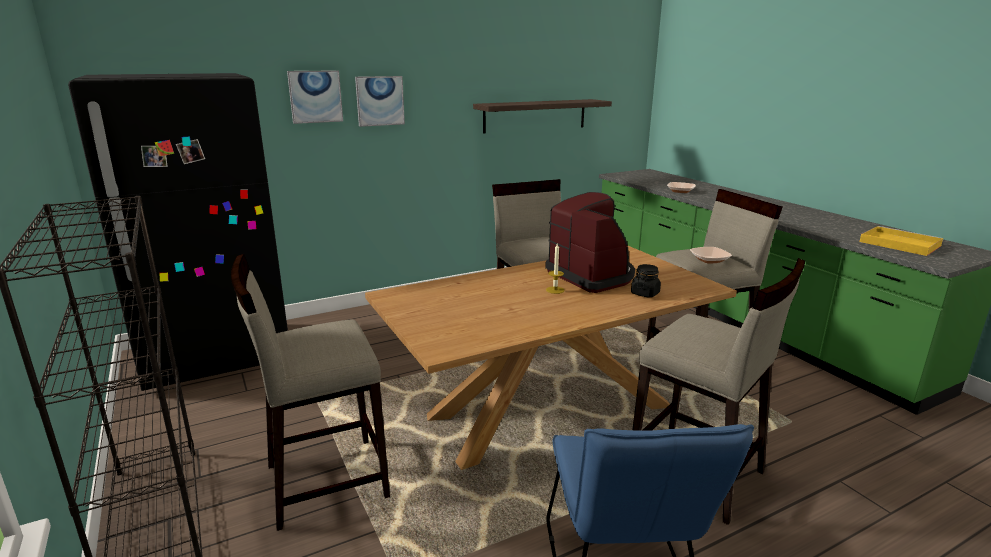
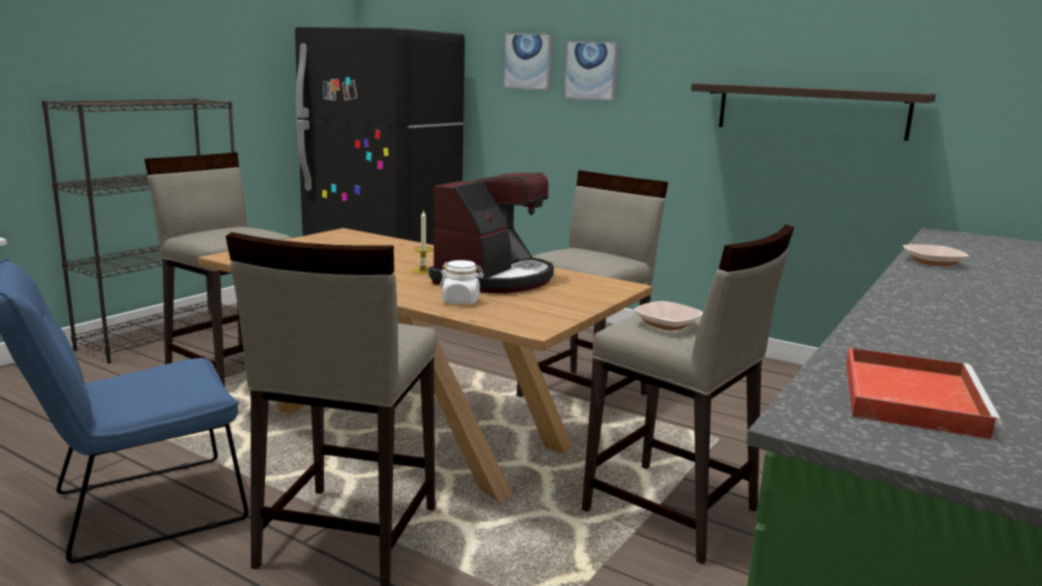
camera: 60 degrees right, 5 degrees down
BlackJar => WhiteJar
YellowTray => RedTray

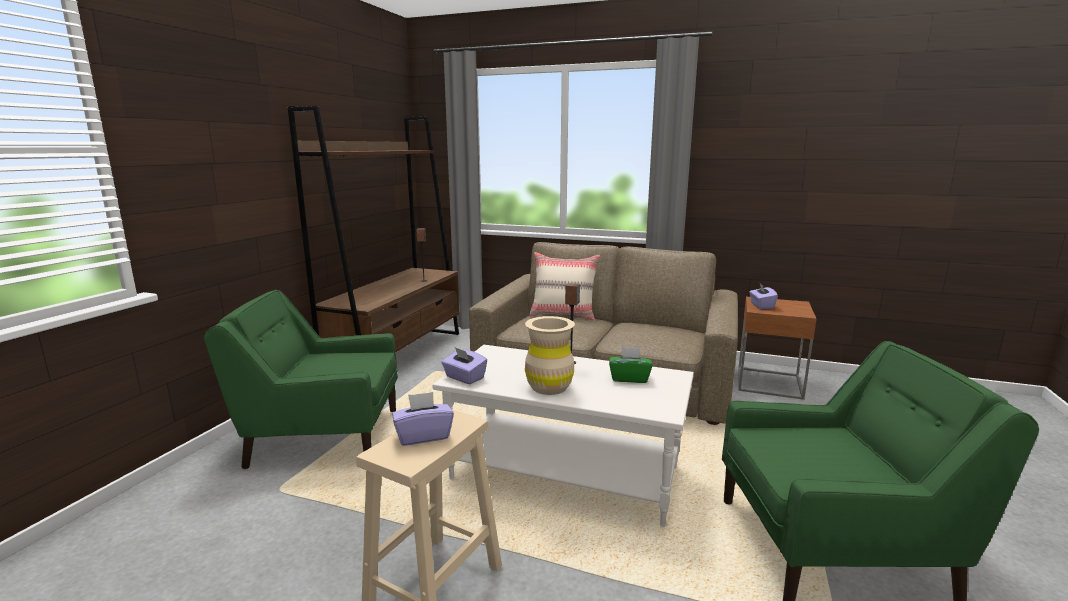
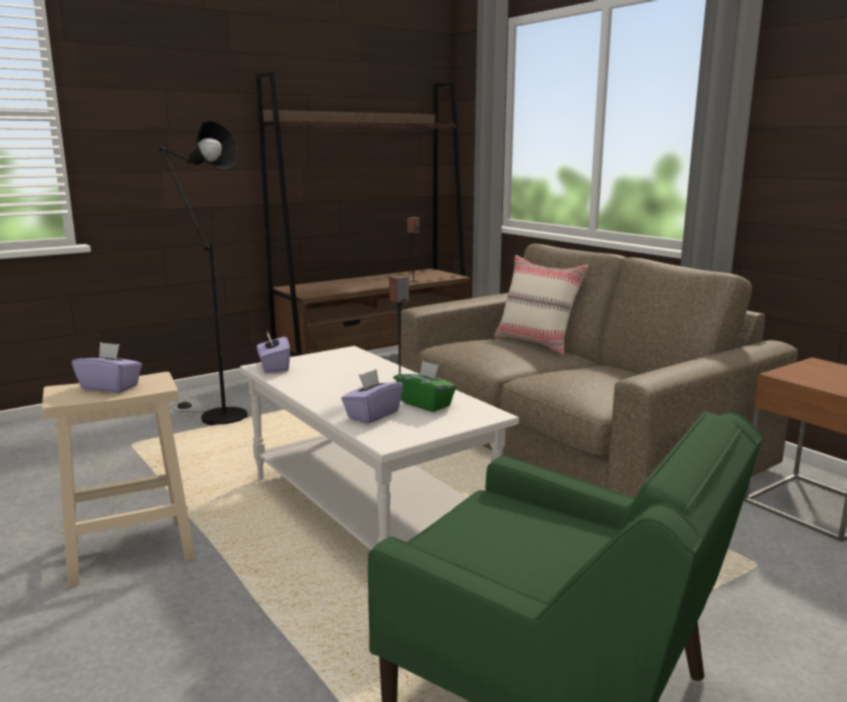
camera: 35 degrees right, 0 degrees up
GreenArmchair (no. 1 from left) => BlackFloorLamp
BeigeVase => nothing
PurpleTissueBox (no. 3 from left), relocated

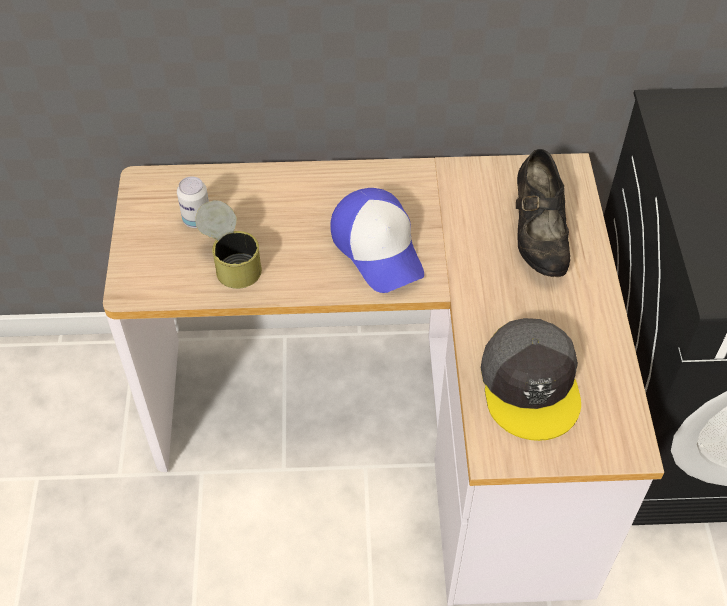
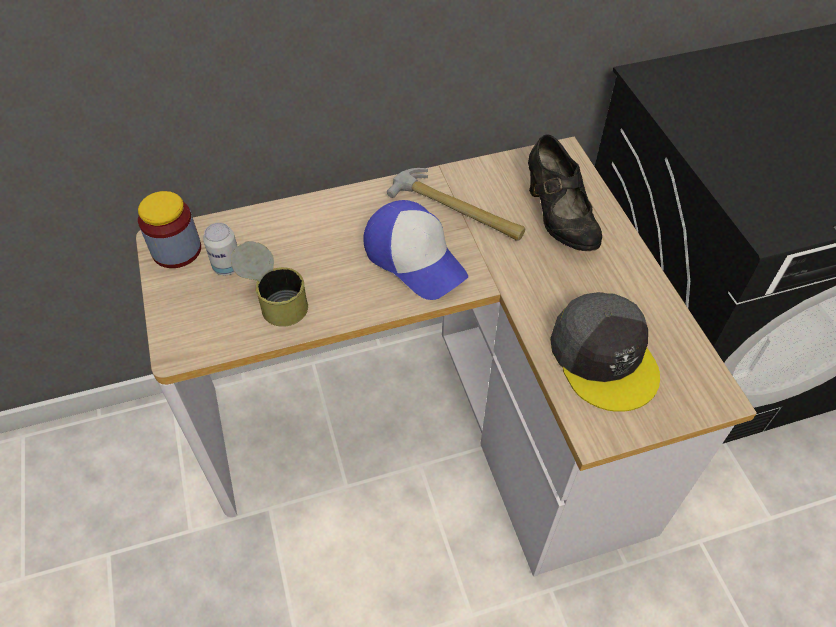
camera: 15 degrees left, 0 degrees up
nothing => Jar
nothing => Hammer

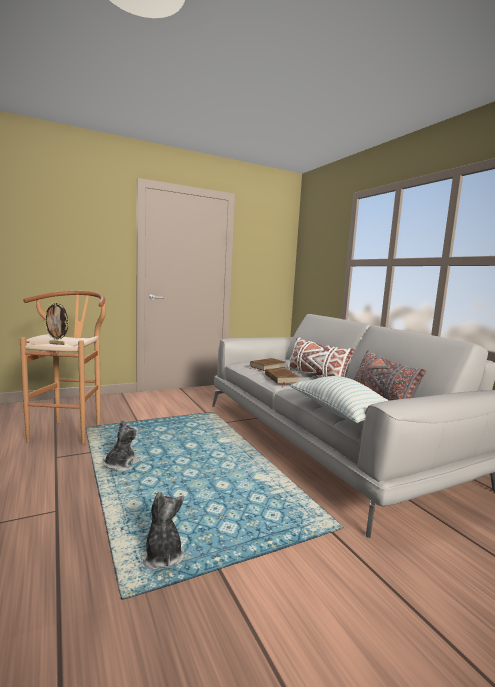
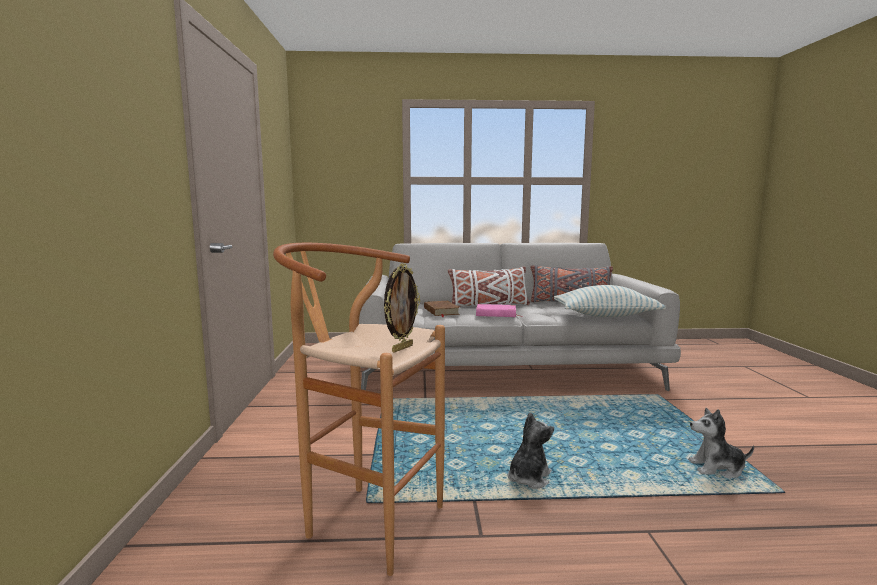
camera: 65 degrees left, 0 degrees up
PlushToy (no. 1 from left), 75 degrees clockwise
BrownBook (no. 2 from left) => PinkBook

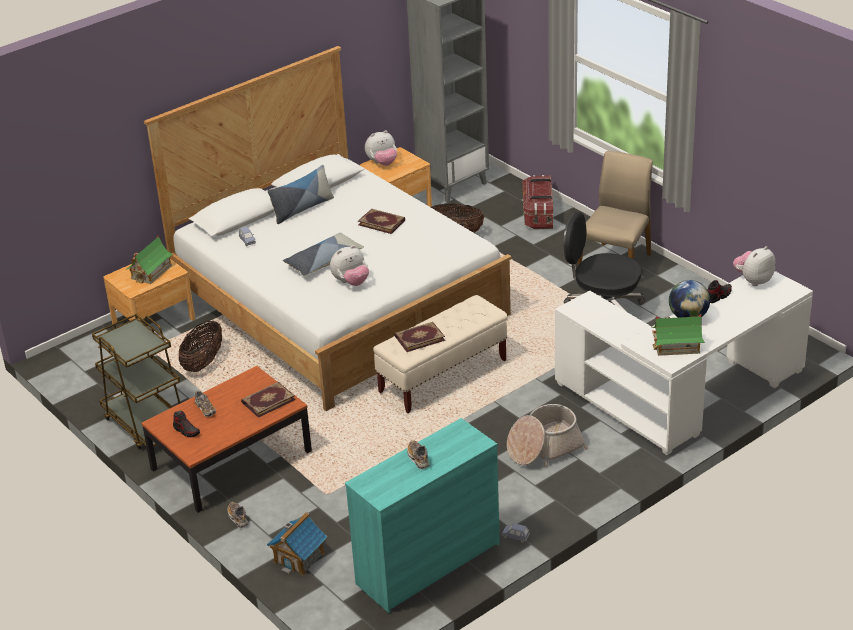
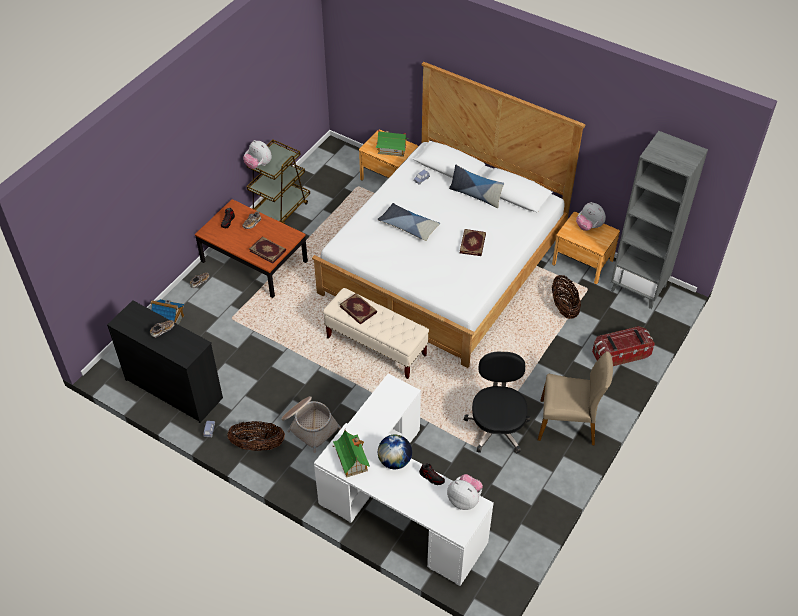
camera: 70 degrees right, 15 degrees up
Basket (no. 1 from left), relocated
PlushToy (no. 1 from left), relocated
TurquoiseDresser => BlackDresser

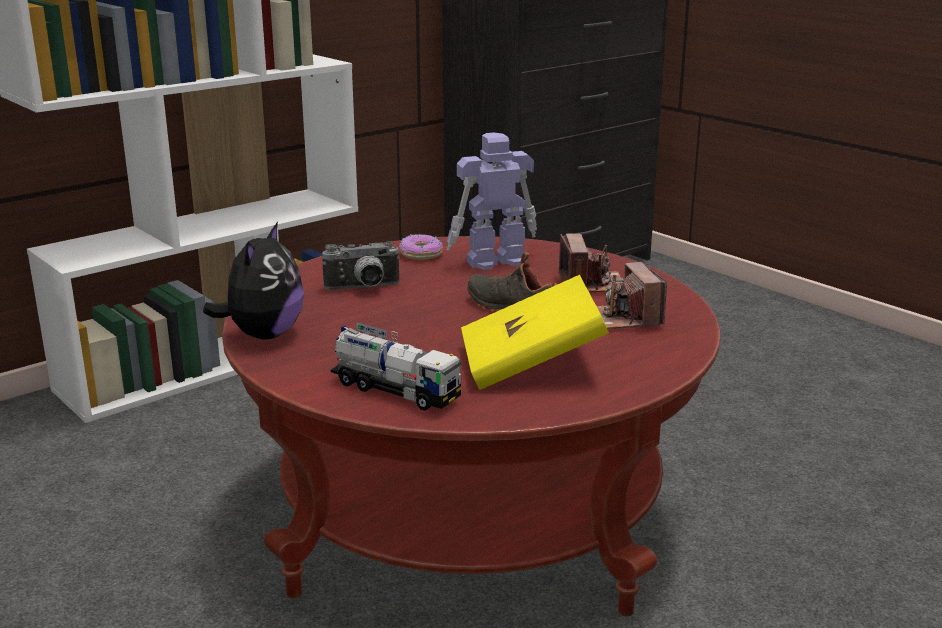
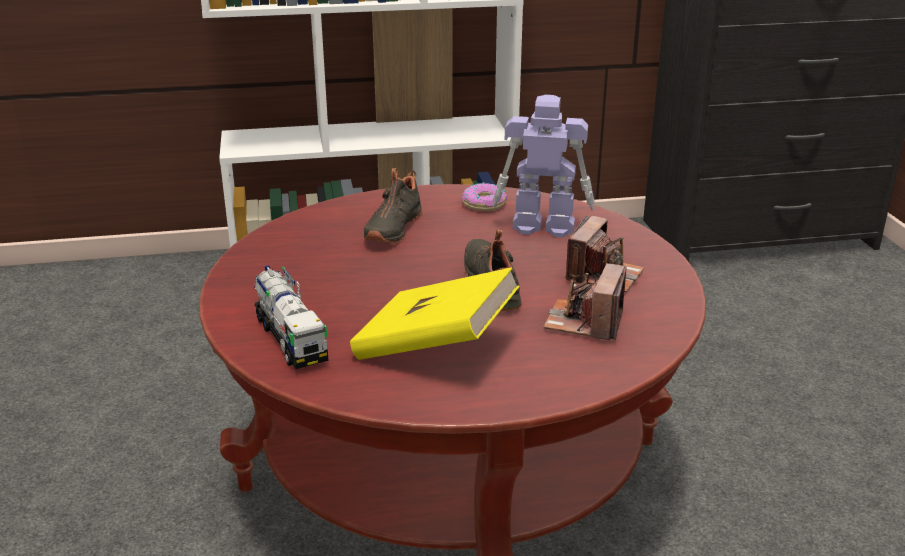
camera: 30 degrees right, 5 degrees up
PlushToy => nothing
PhotoCamera (no. 1 from left) => BlackShoe (no. 1 from left)

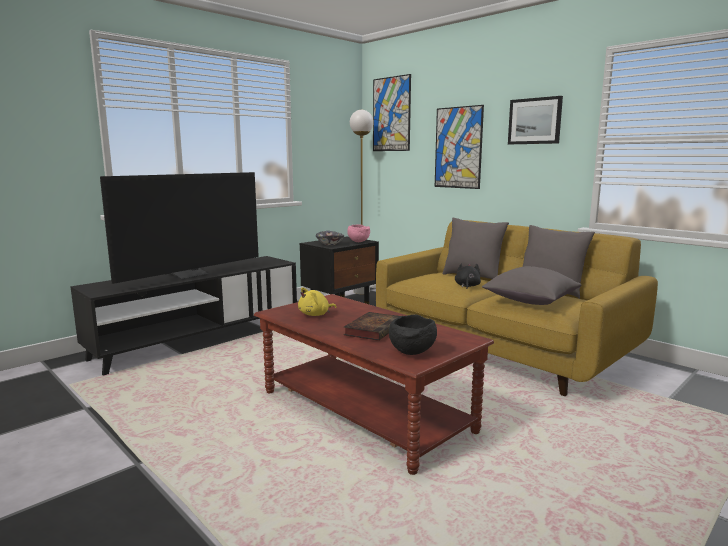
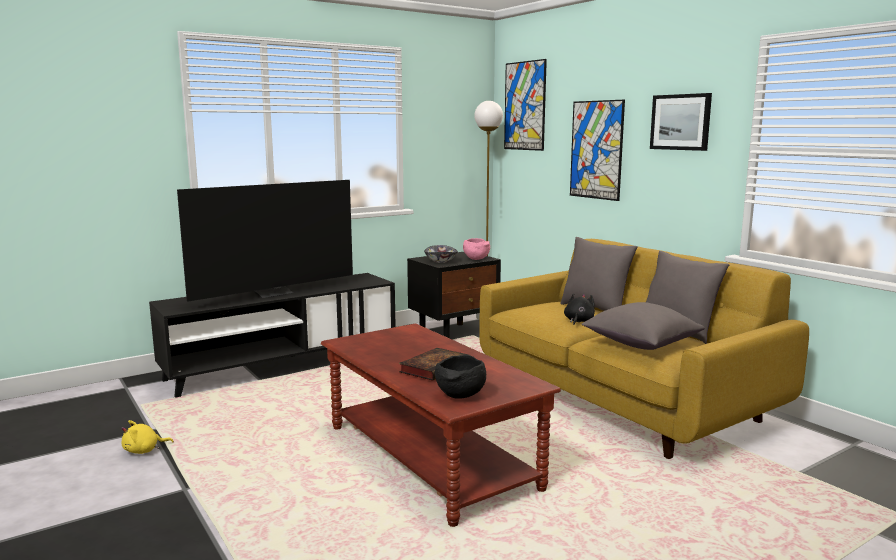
camera: 10 degrees right, 0 degrees up
YellowPlushToy, relocated

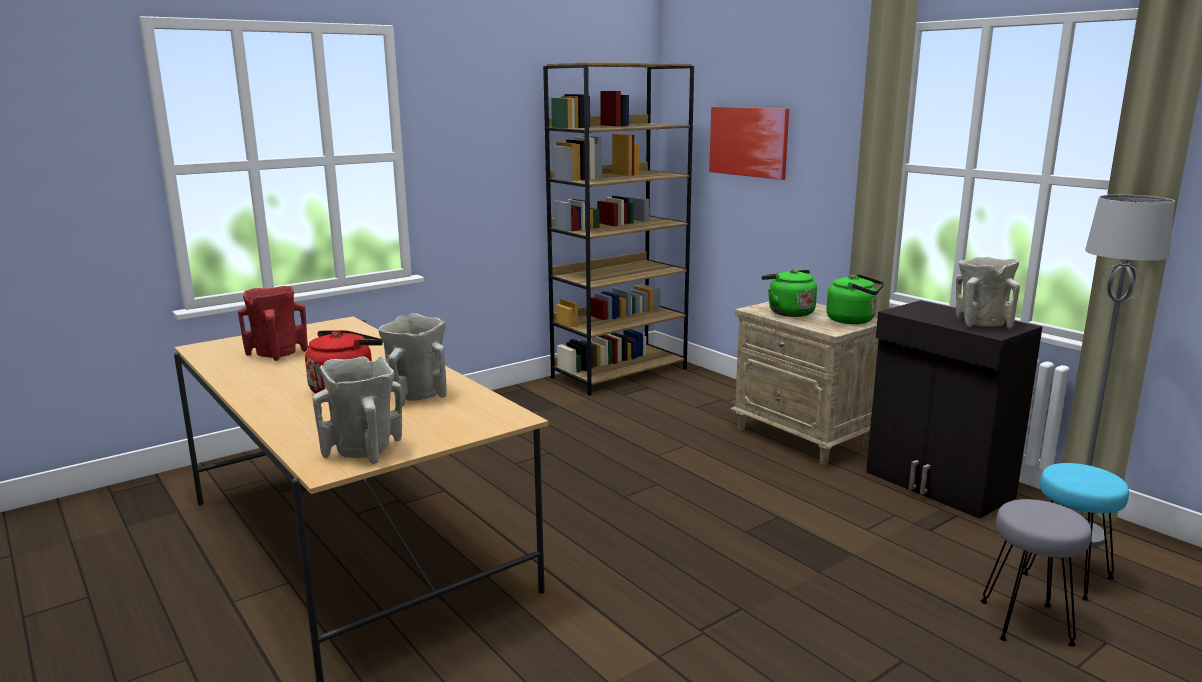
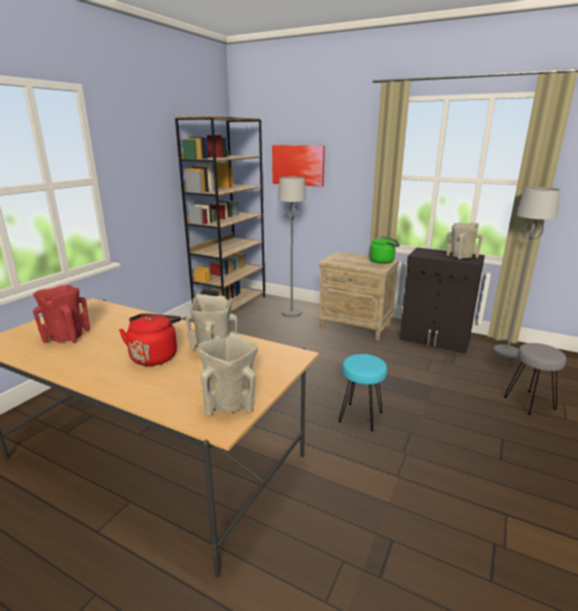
camera: 25 degrees left, 5 degrees up
GreenKettle (no. 1 from left) => nothing
TurquoiseStool, relocated
nothing => GreyFloorLamp (no. 1 from left)

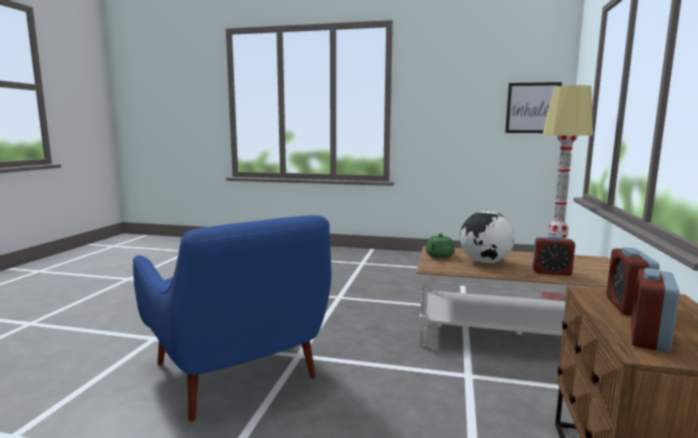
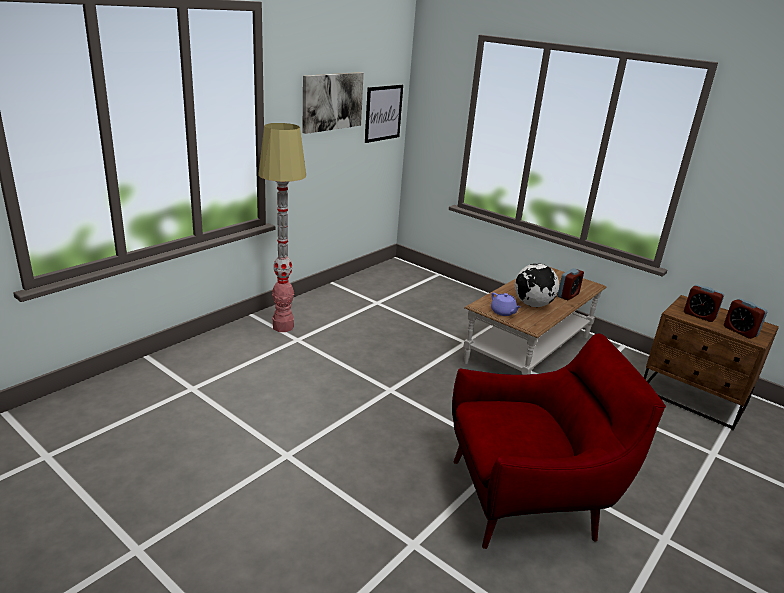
camera: 65 degrees left, 15 degrees up
BlueArmchair => RedArmchair
GreenTeapot => PurpleTeapot
FloorLamp, relocated
nothing => Picture (no. 1 from left)

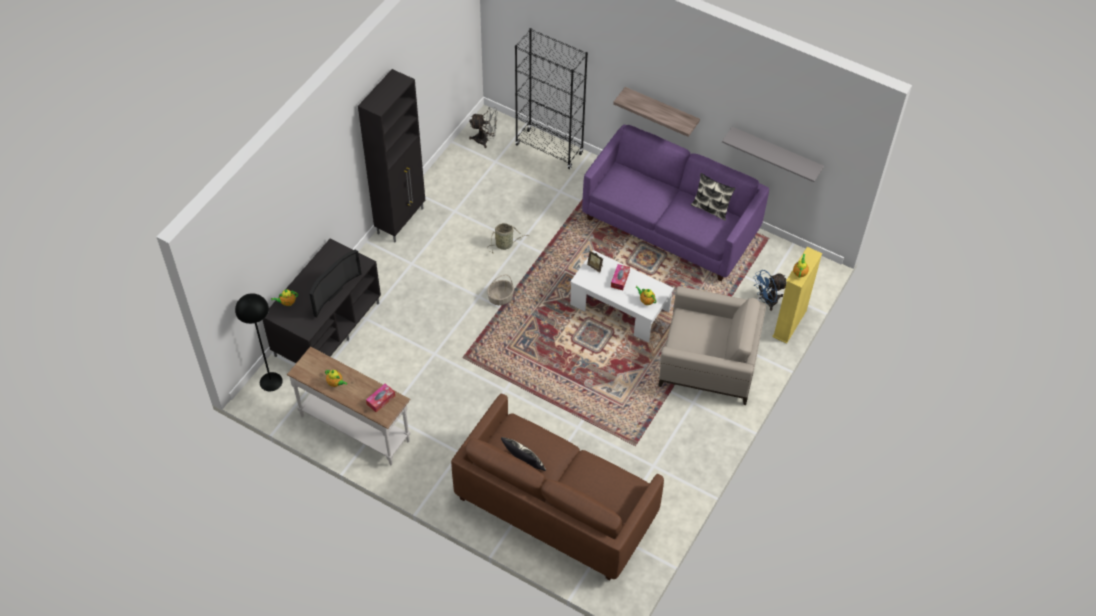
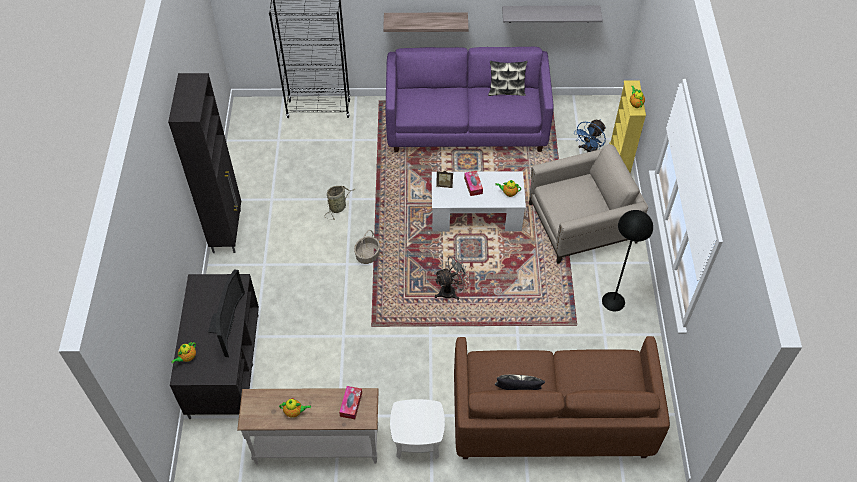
camera: 30 degrees left, 0 degrees up
BlackFloorLamp, relocated
GreyFan, relocated
nothing => WhiteSideTable

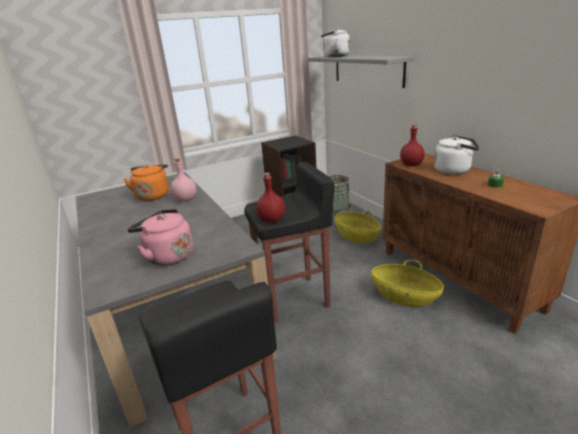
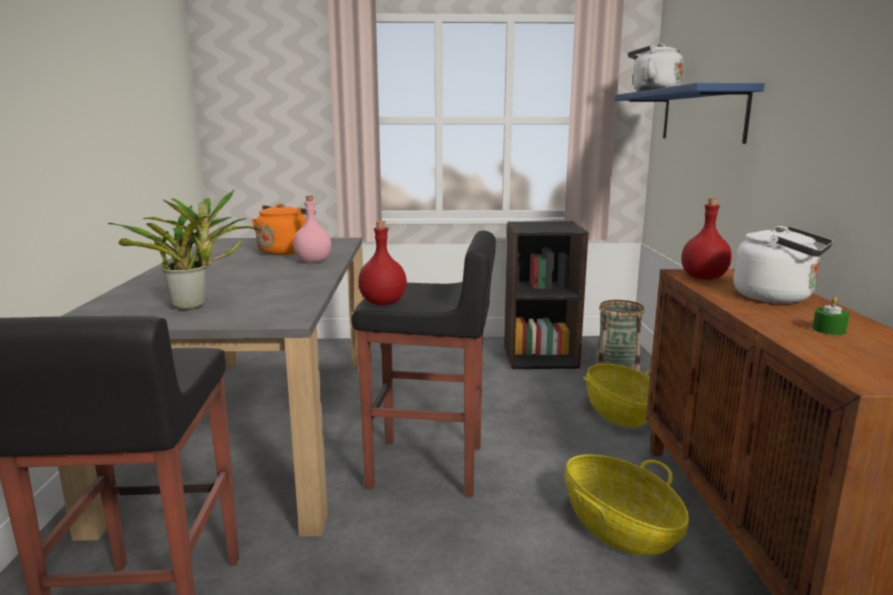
camera: 25 degrees right, 10 degrees down
PinkKettle => PottedPlant
GreyShelf => BlueShelf

